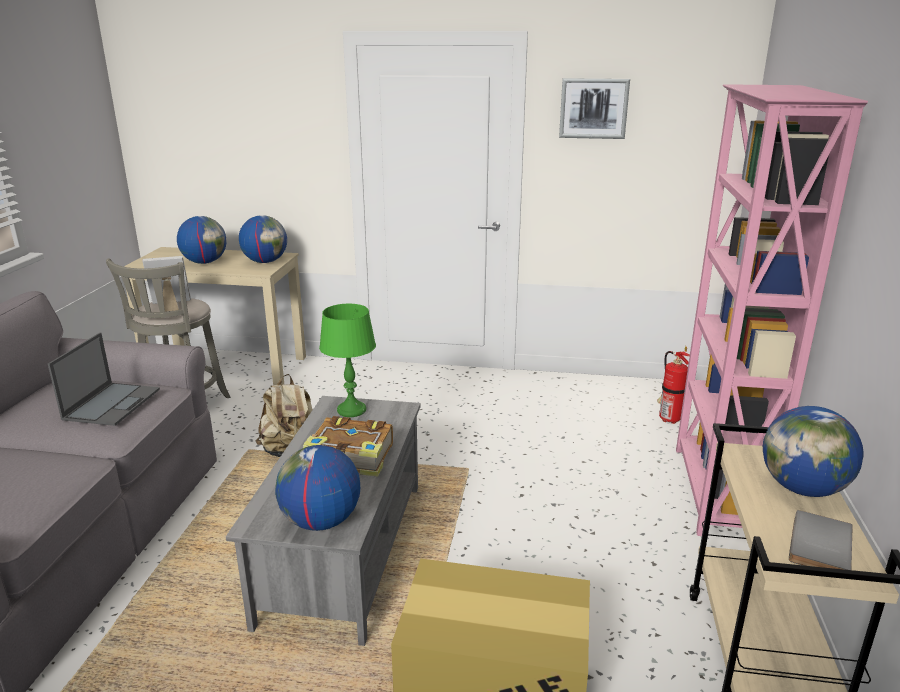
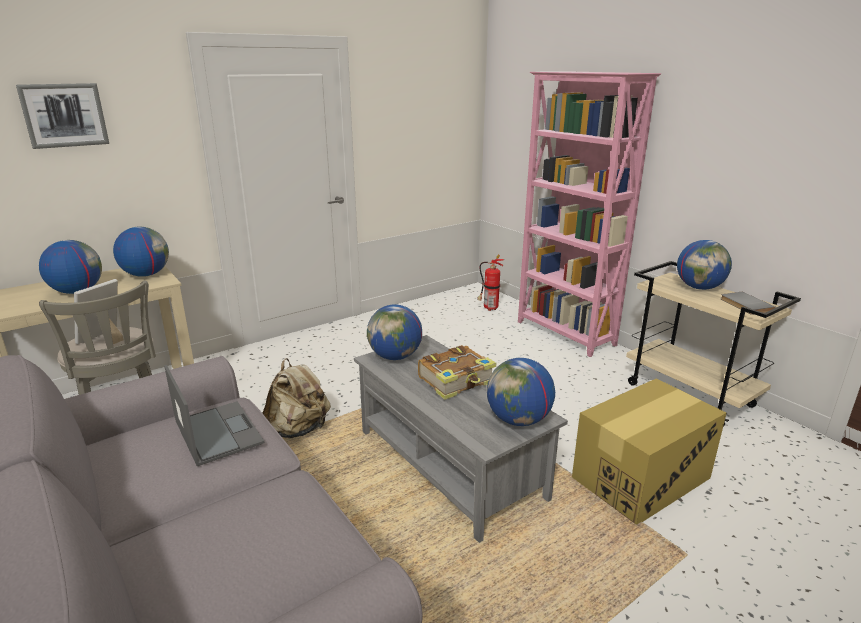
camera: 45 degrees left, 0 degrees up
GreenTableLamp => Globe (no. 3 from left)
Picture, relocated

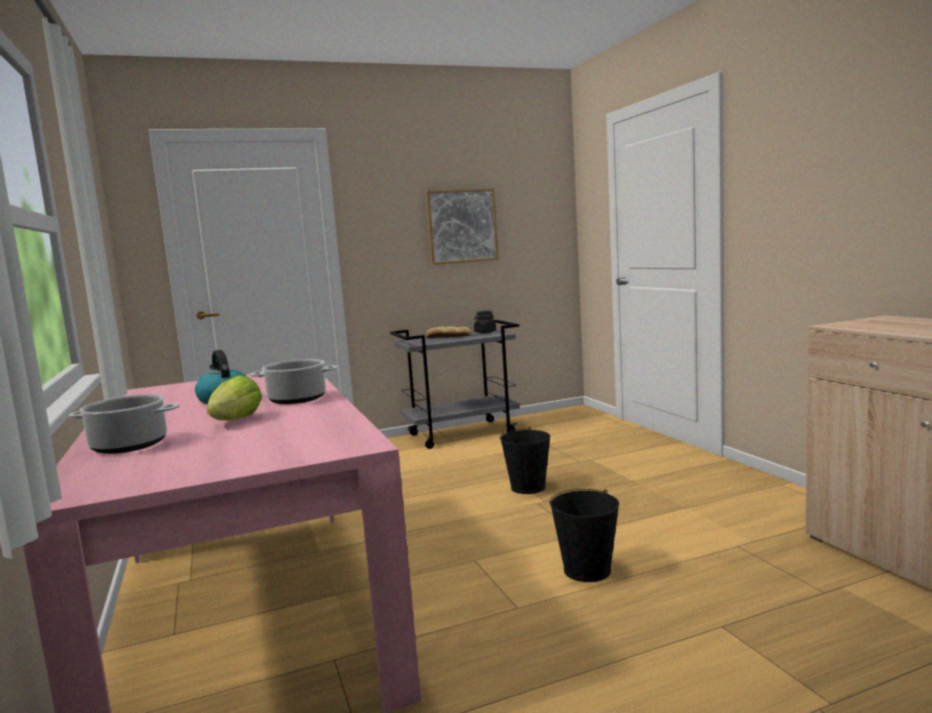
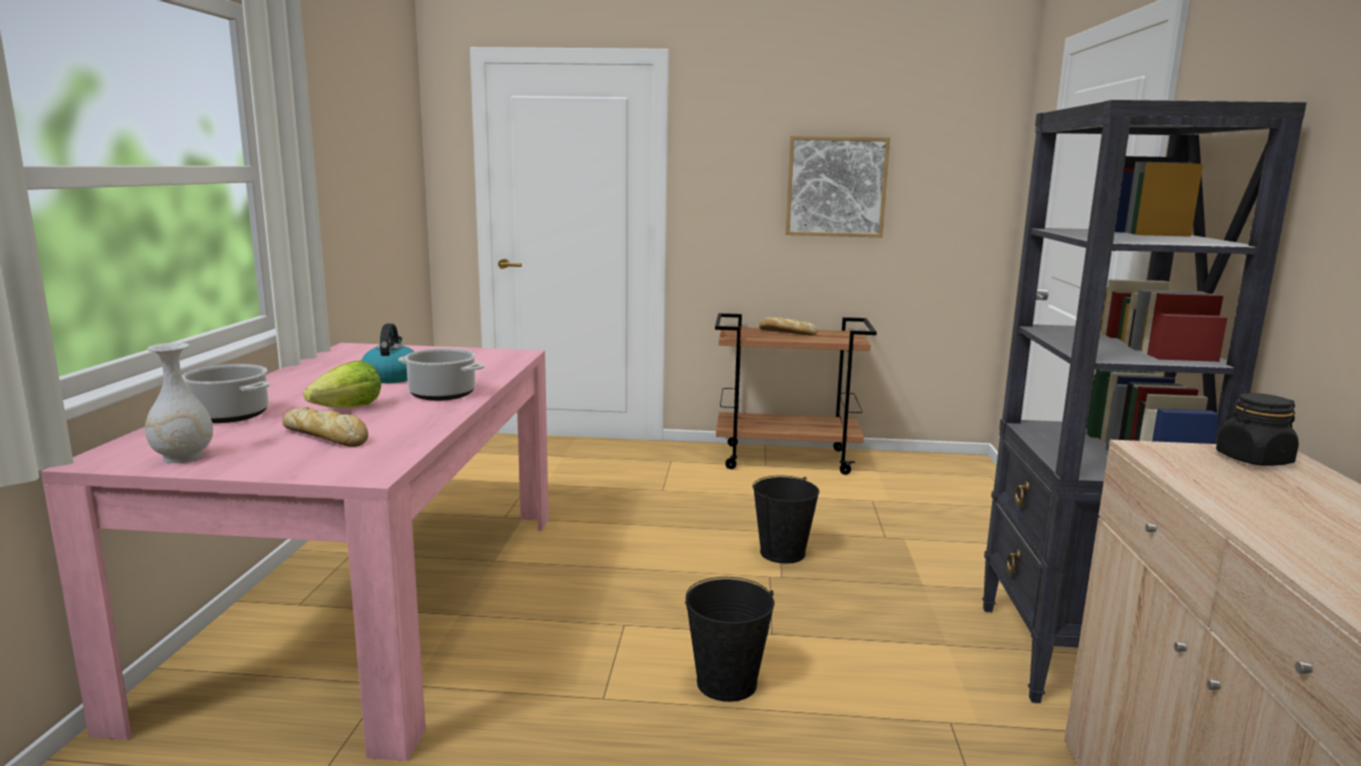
camera: 25 degrees right, 5 degrees up
GreyCart => BrownCart
BlackJar, relocated
nothing => WhiteVase
nothing => Bread (no. 1 from left)
nothing => BlackBookcase

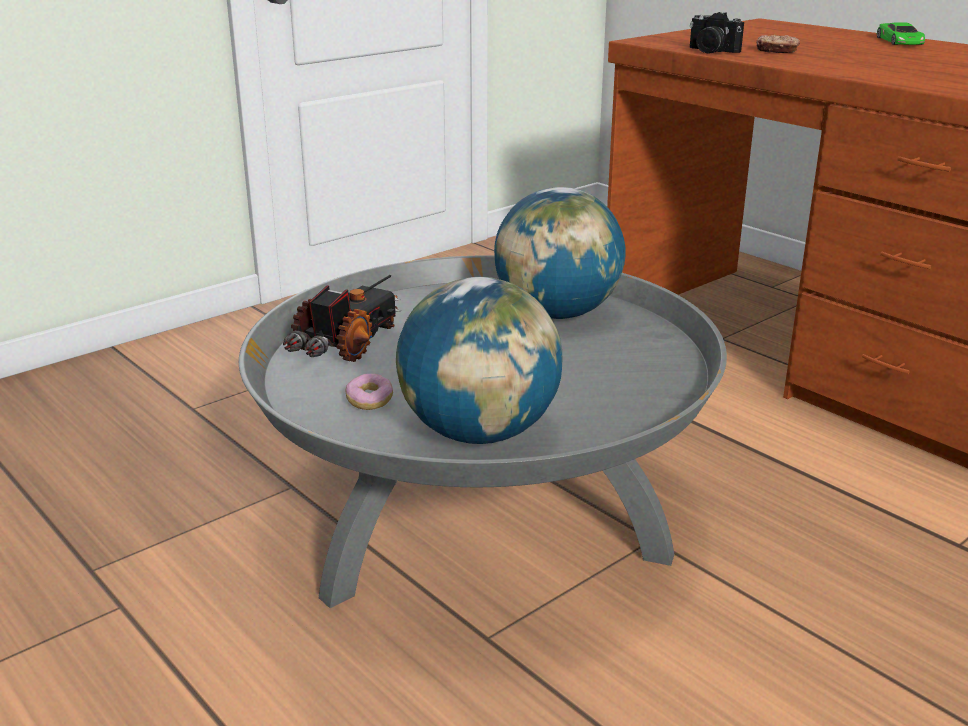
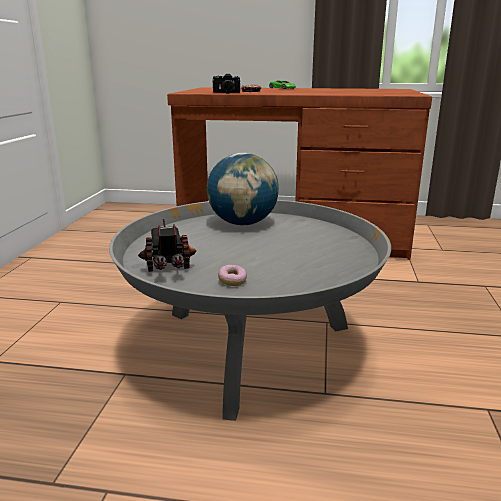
camera: 40 degrees left, 5 degrees down
Globe (no. 1 from left) => nothing

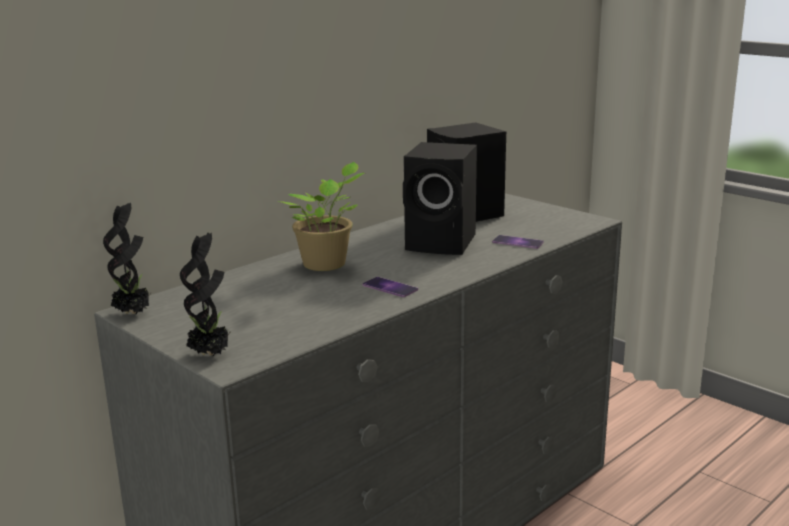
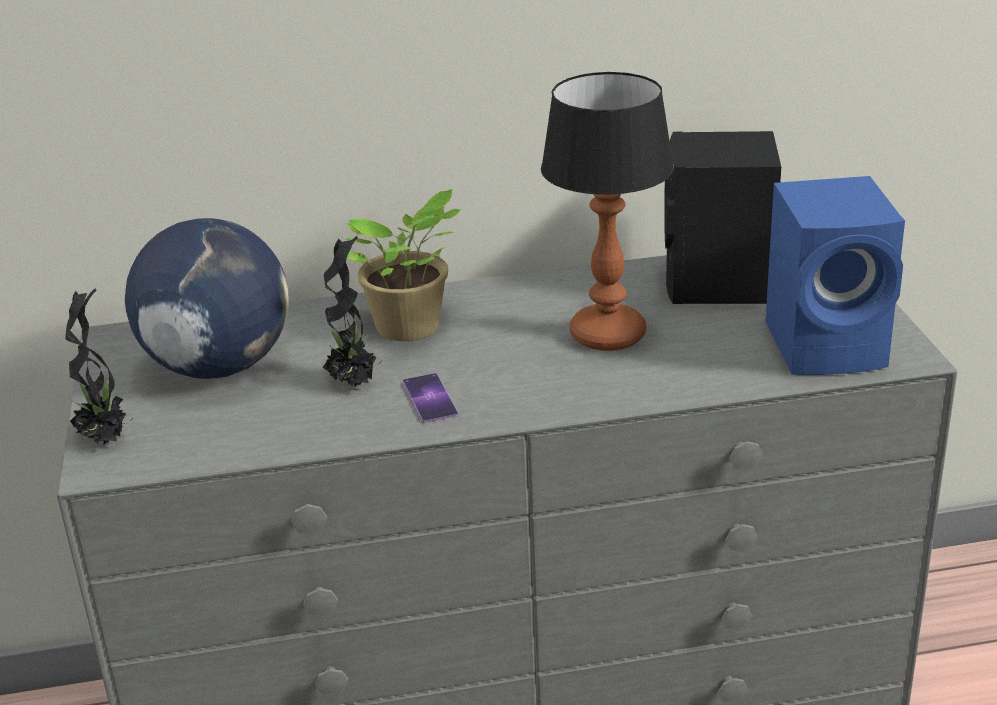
camera: 35 degrees right, 10 degrees up
PottedPlant (no. 1 from left in the first image) => PottedPlant (no. 2 from left), relocated
BlackSpeaker (no. 1 from left) => TableLamp
Phone (no. 2 from left) => nothing
nothing => Globe
nothing => BlueSpeaker

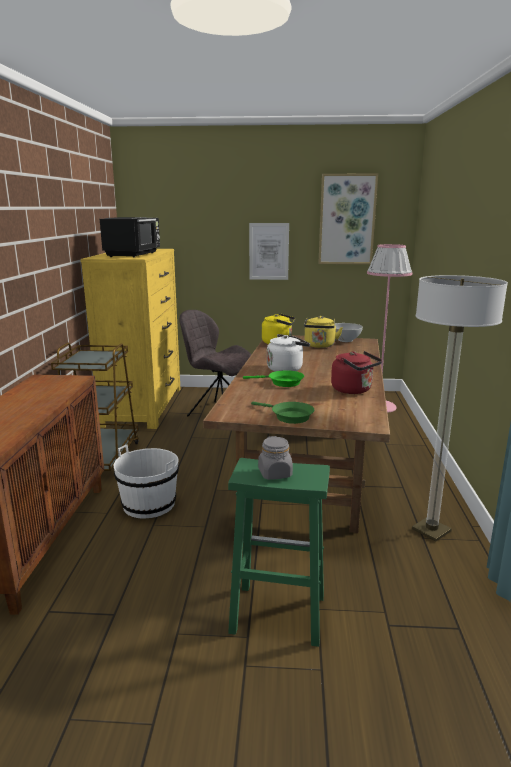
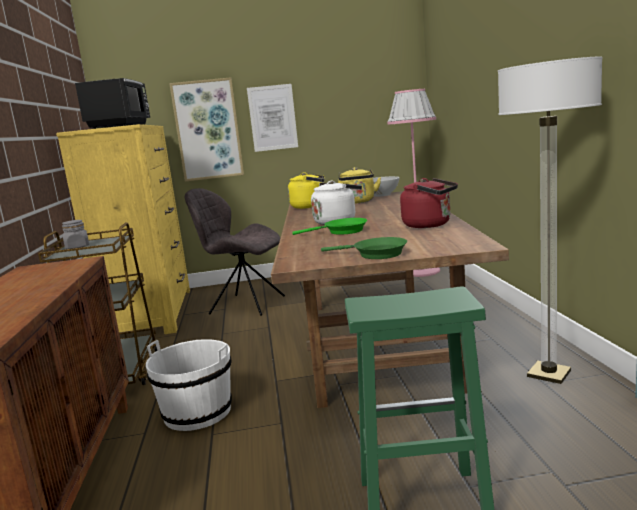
camera: 10 degrees left, 5 degrees down
GreyJar, relocated
Picture (no. 2 from left in the first image) => Picture (no. 1 from left), relocated

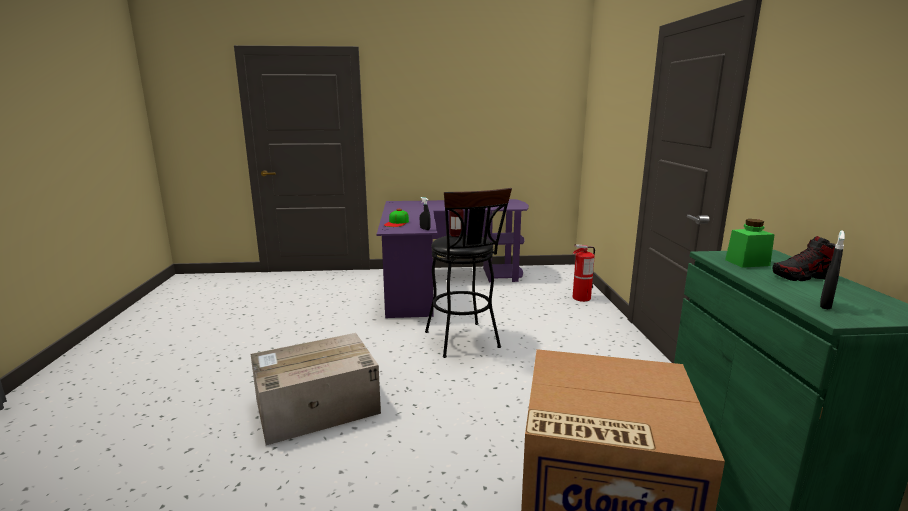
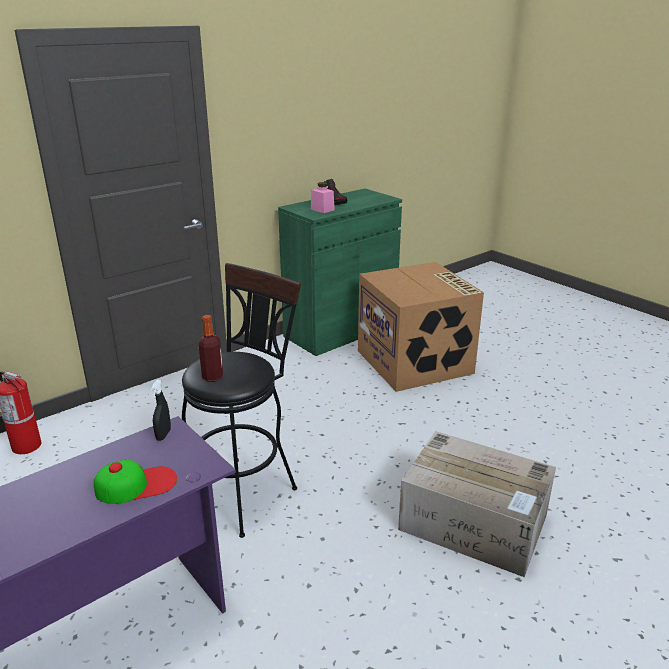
camera: 125 degrees left, 10 degrees up
GreenJar => PinkJar
BlackSprayBottle (no. 2 from left) => nothing

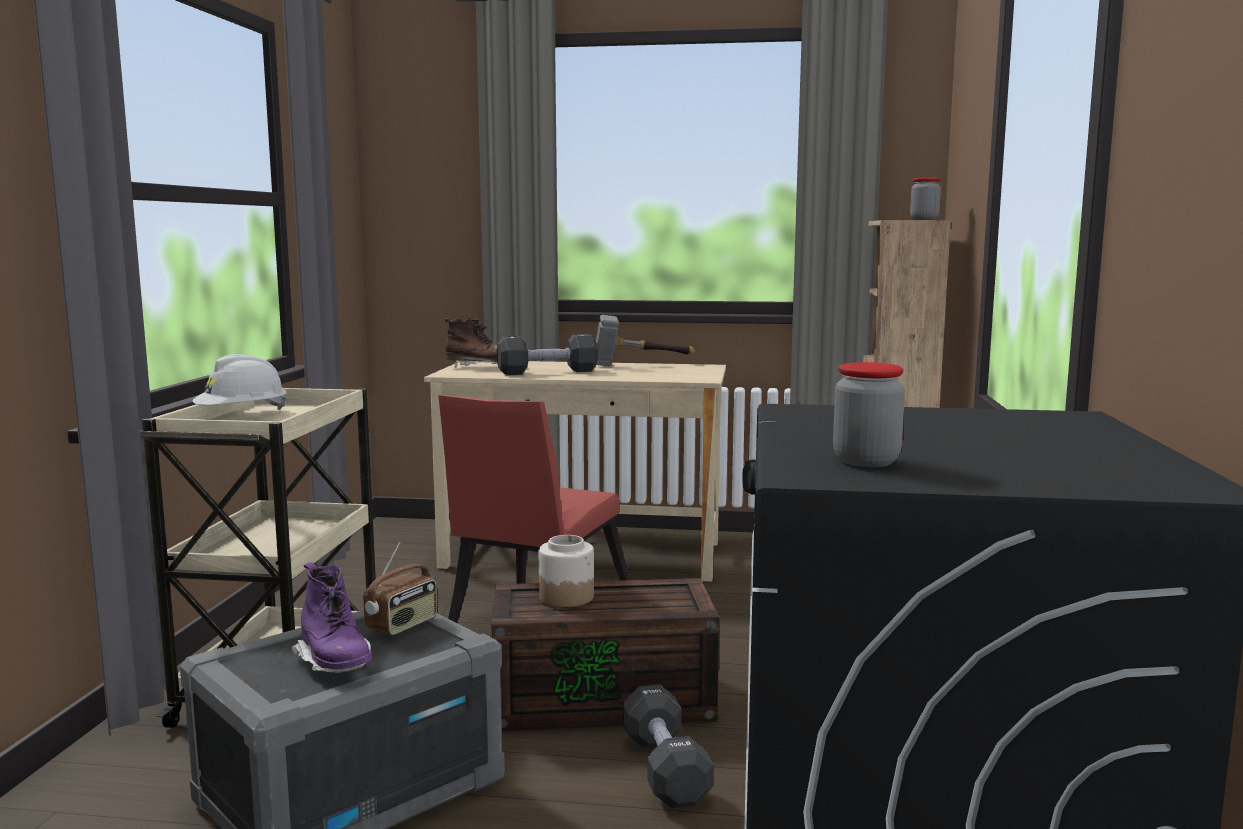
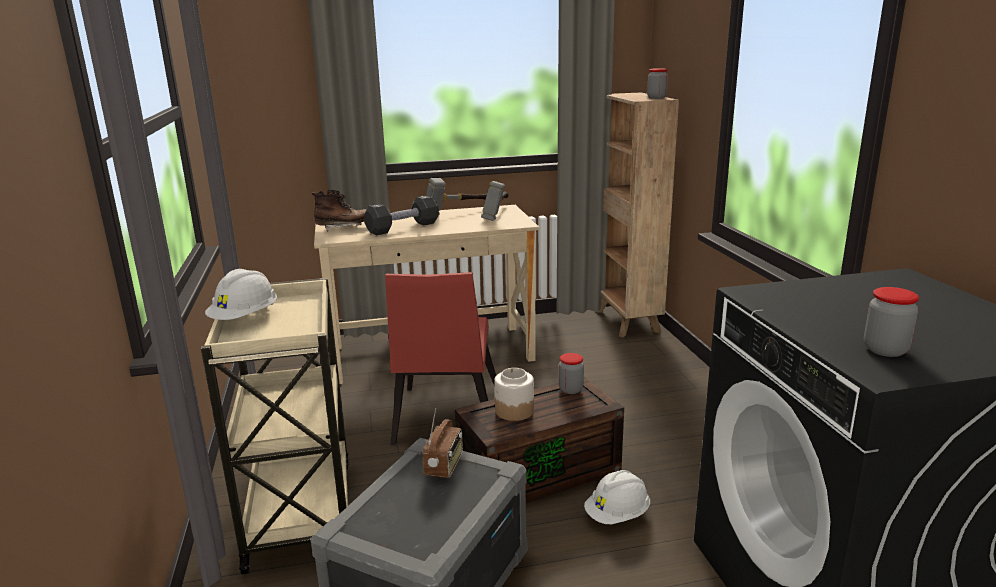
camera: 20 degrees left, 10 degrees up
PurpleBoot => nothing
BlackDumbbell (no. 2 from left) => WhiteHardHat (no. 2 from left)
nothing => Hammer (no. 2 from left)
nothing => Jar (no. 2 from left)

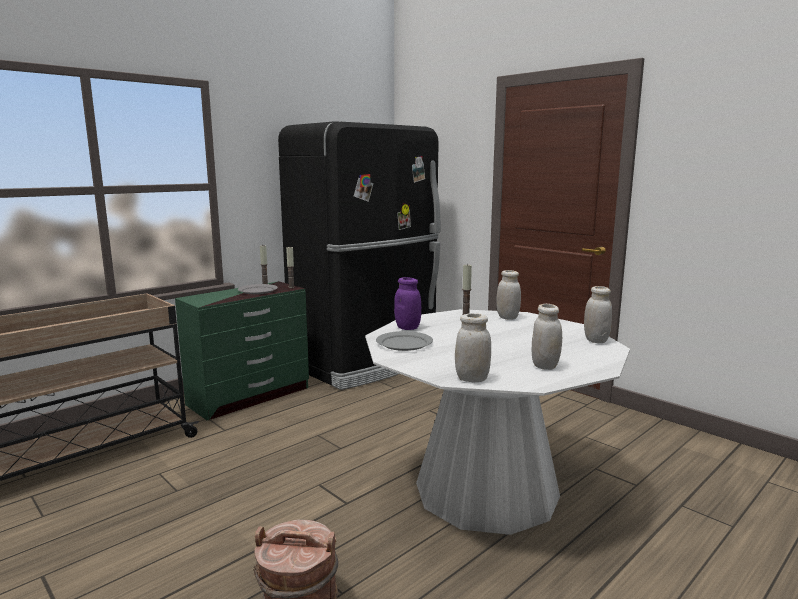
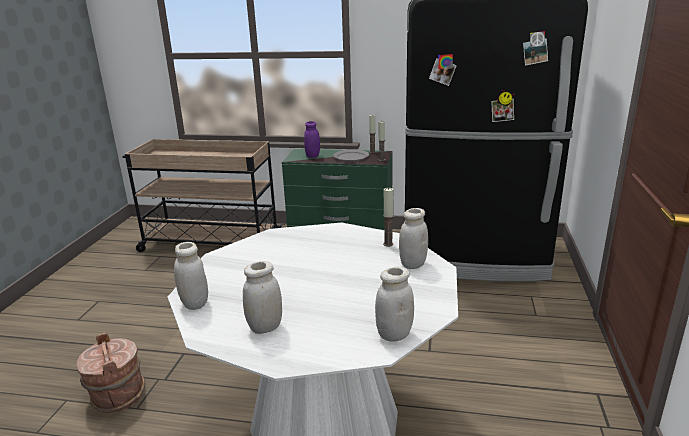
camera: 55 degrees right, 10 degrees up
GreyPlate (no. 2 from left) => nothing
PurpleJar, relocated

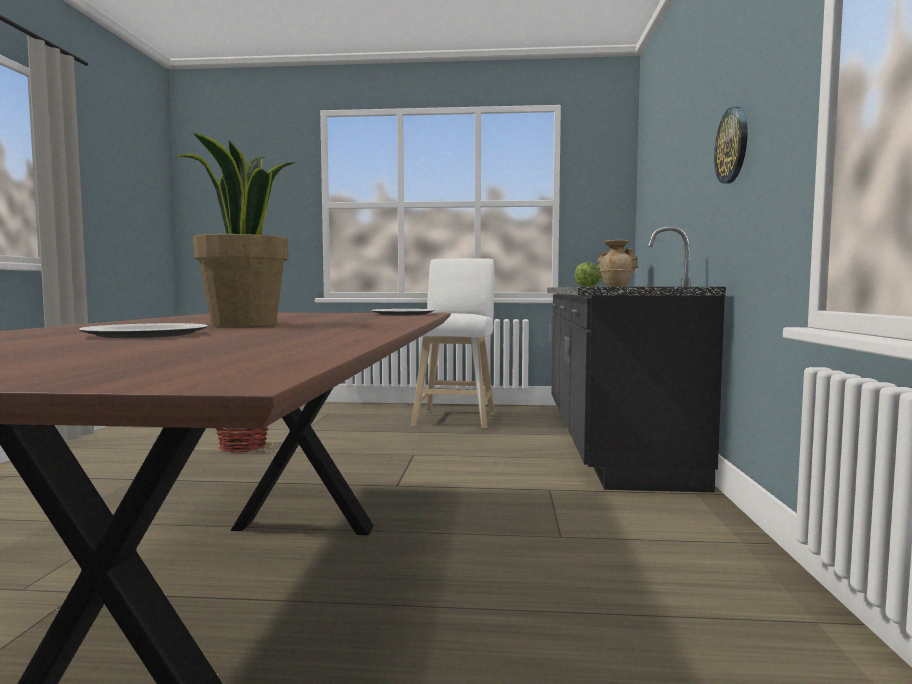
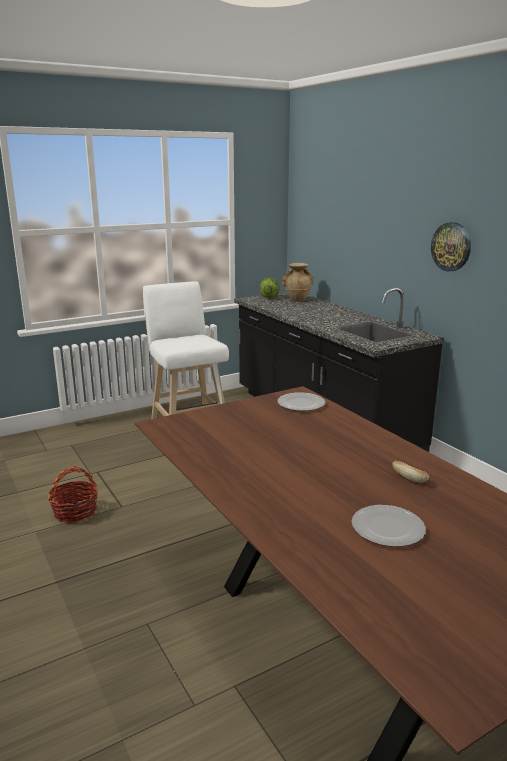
camera: 35 degrees left, 15 degrees up
PottedPlant => nothing
nothing => Bread

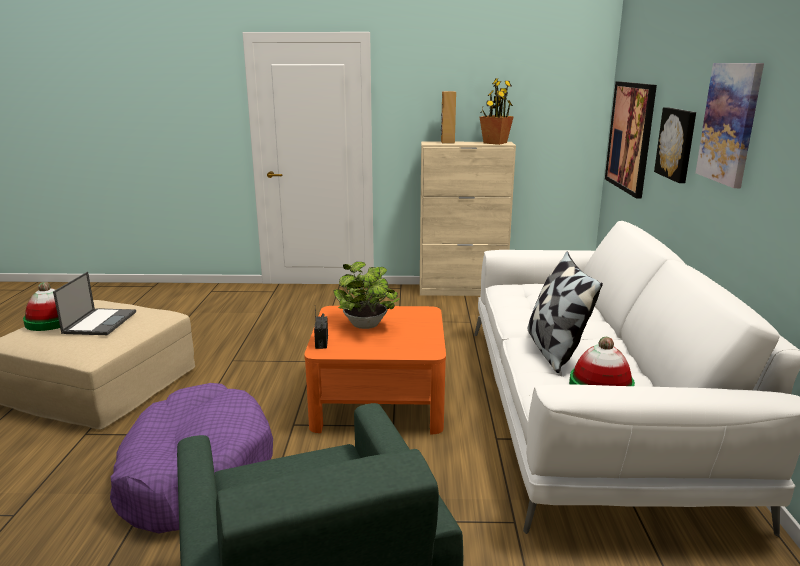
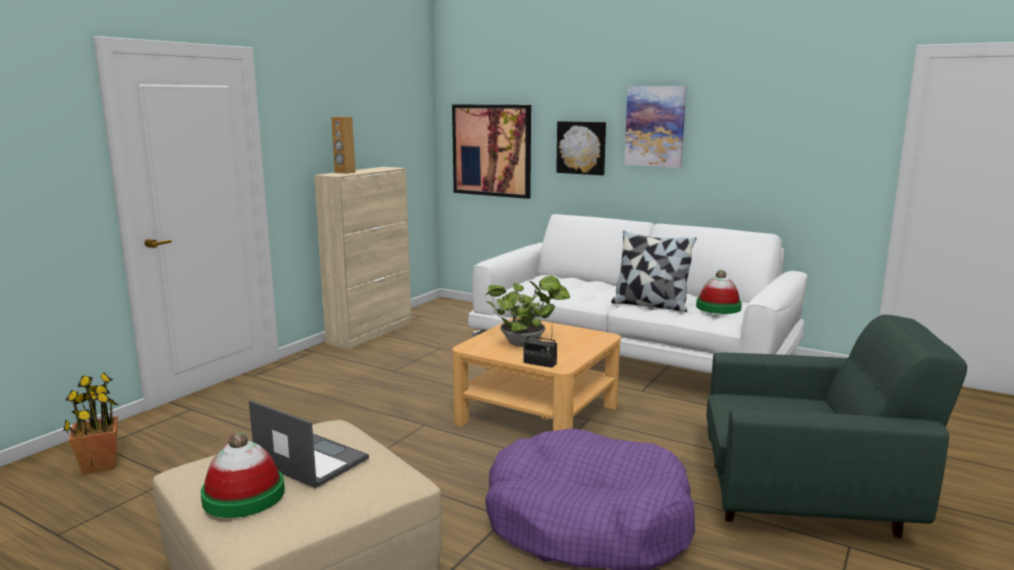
camera: 60 degrees left, 5 degrees down
OrangeCoffeeTable => BeigeCoffeeTable
PottedPlant (no. 2 from left in the first image) => PottedPlant (no. 1 from left), relocated

